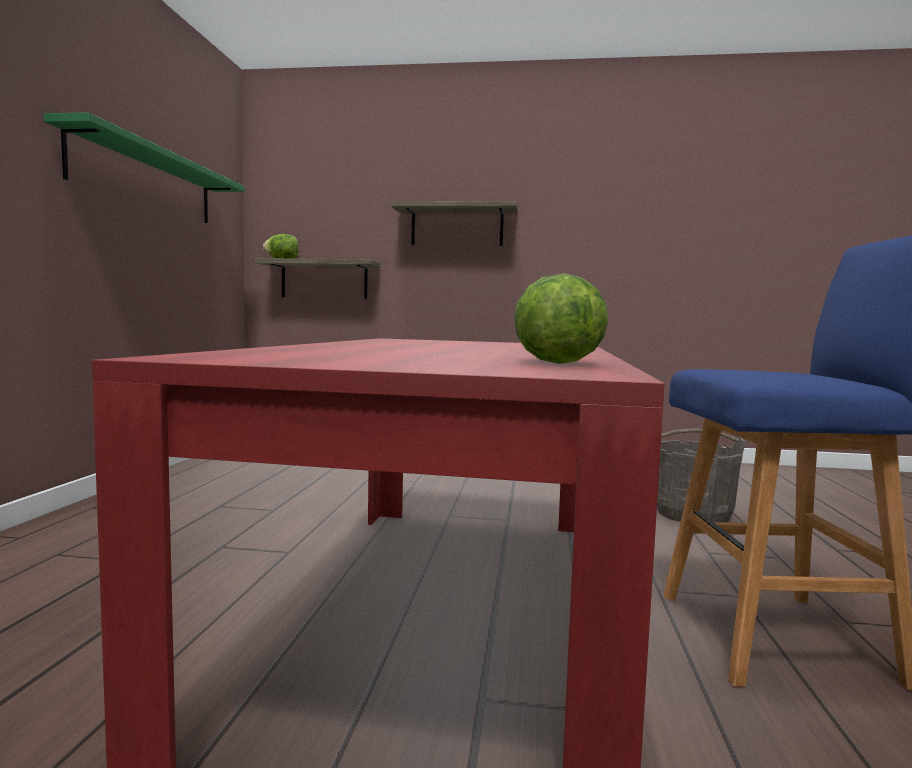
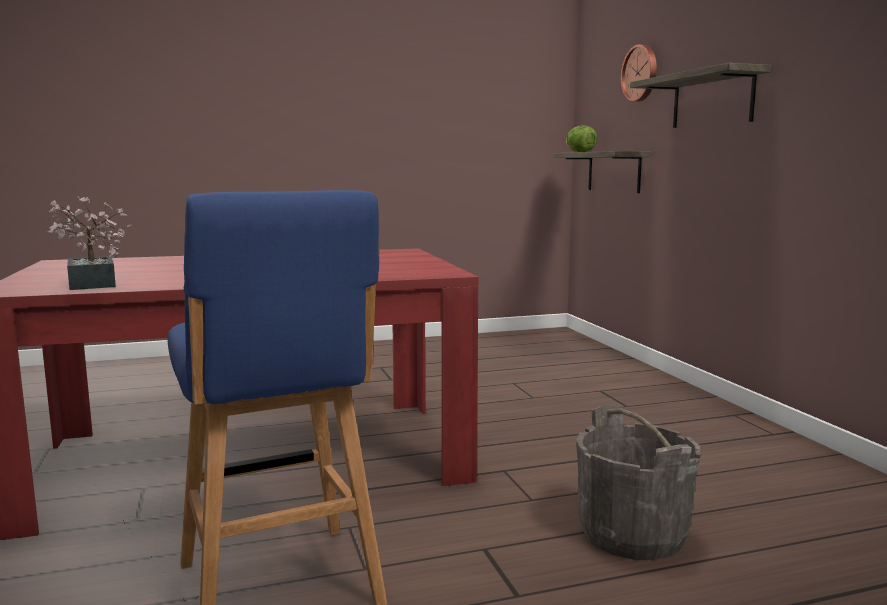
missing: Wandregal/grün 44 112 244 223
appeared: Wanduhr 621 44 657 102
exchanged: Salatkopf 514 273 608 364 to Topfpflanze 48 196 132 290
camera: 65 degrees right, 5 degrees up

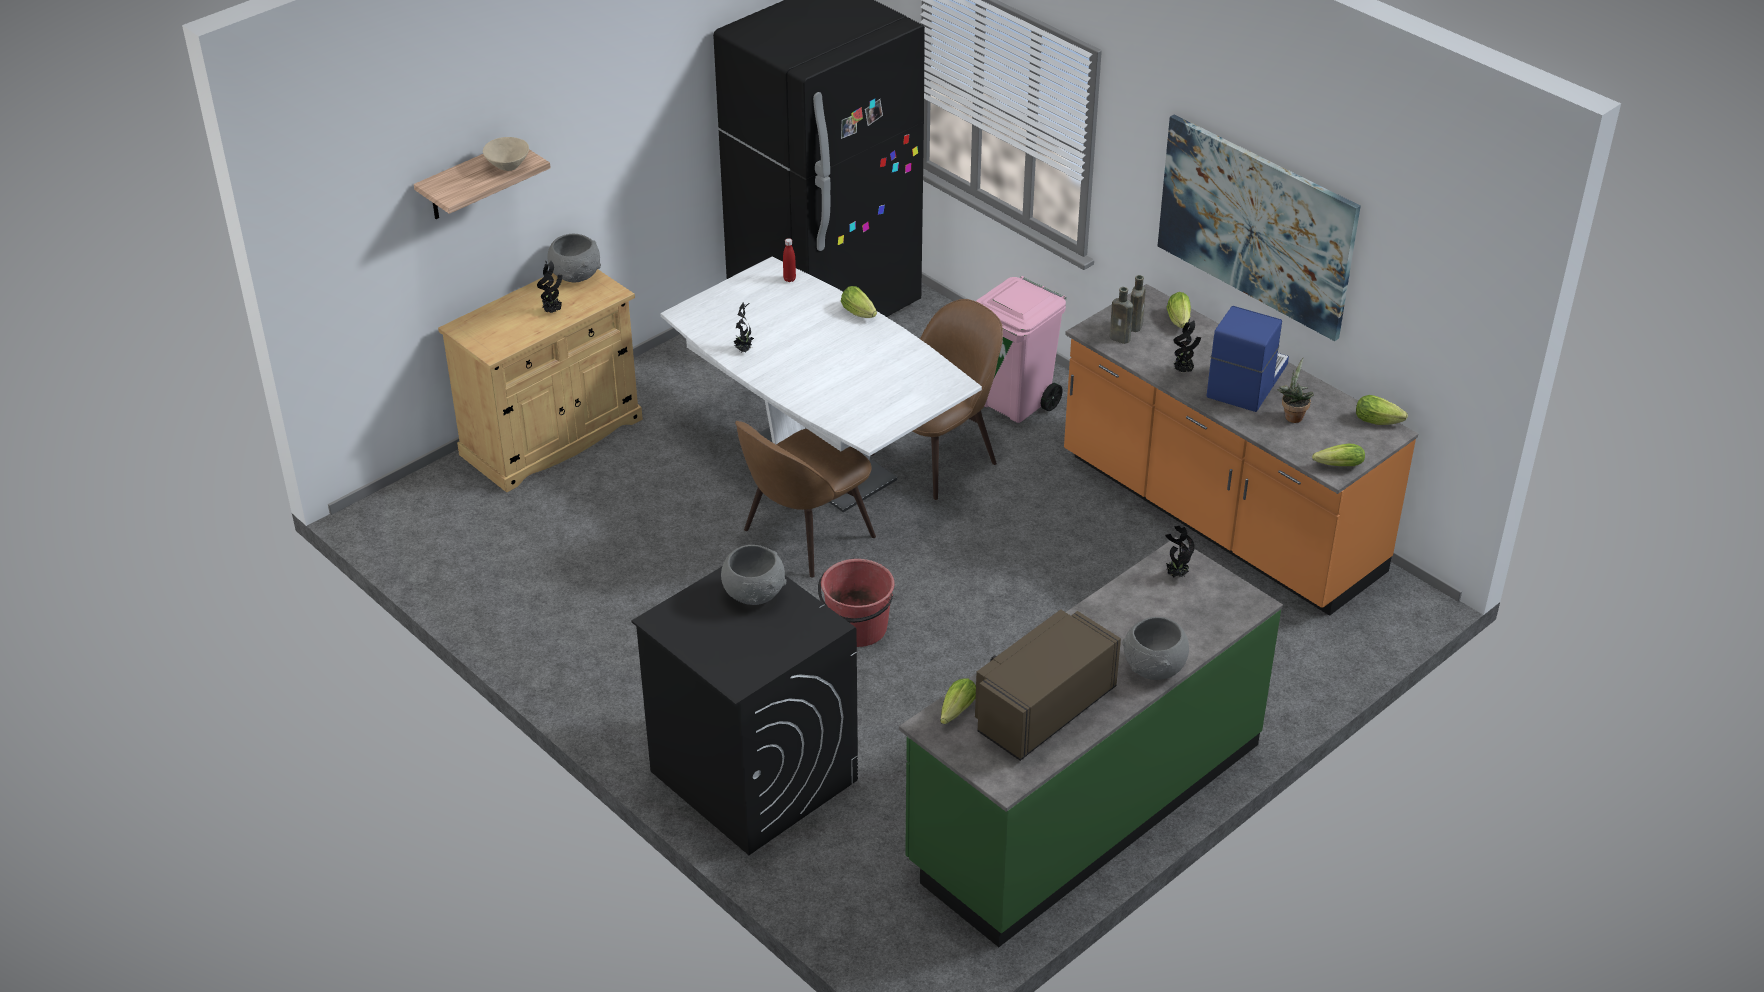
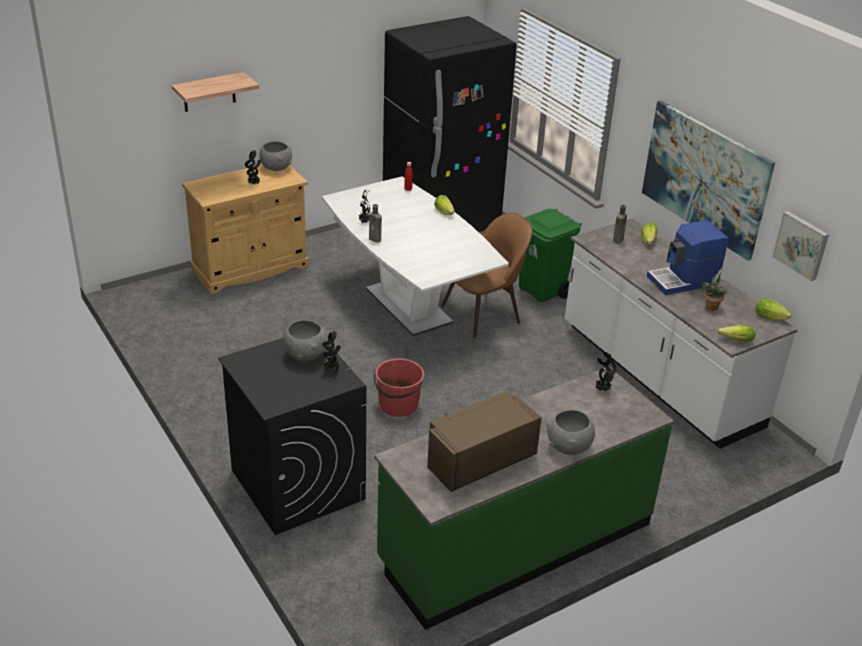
missing: Schüssel/beige 483 137 529 171; Stuhl/braun 735 421 876 578; Salatkopf 940 678 976 724
appeared: Bild 772 211 829 281
relocated: Flasche/braun 1110 287 1133 344 to 369 204 382 243; Topfpflanze 1173 319 1201 372 to 322 330 341 373
colour: Mülleimer/rosa 976 276 1067 423 to Mülleimer/grün 519 209 582 302; Küchenzeile/orange 1064 284 1418 616 to Küchenzeile/weiß 565 218 798 449
spun: Kaffeemaschine 1207 306 1289 412 = 647 220 728 295 150 degrees counterclockwise
camera: 10 degrees right, 5 degrees down

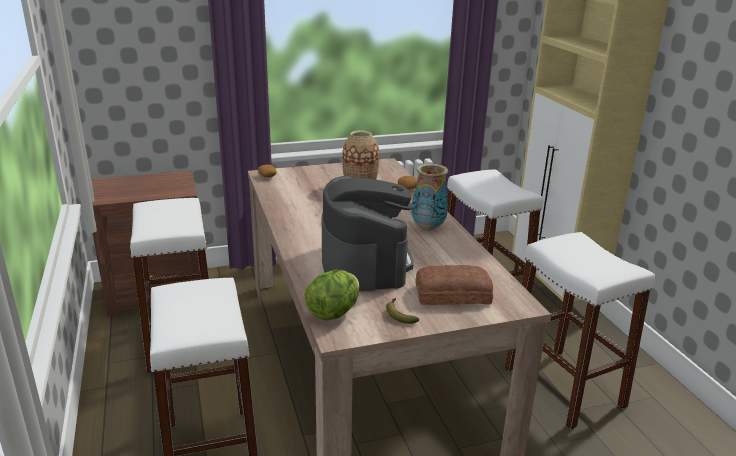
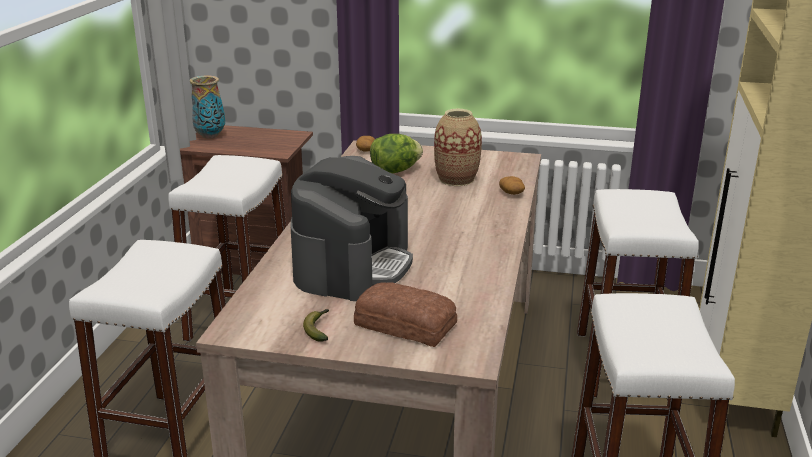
relocated: Vase 412 164 448 231 to 190 75 225 139; Salatkopf 304 270 359 321 to 370 134 423 174
camera: 30 degrees right, 0 degrees up

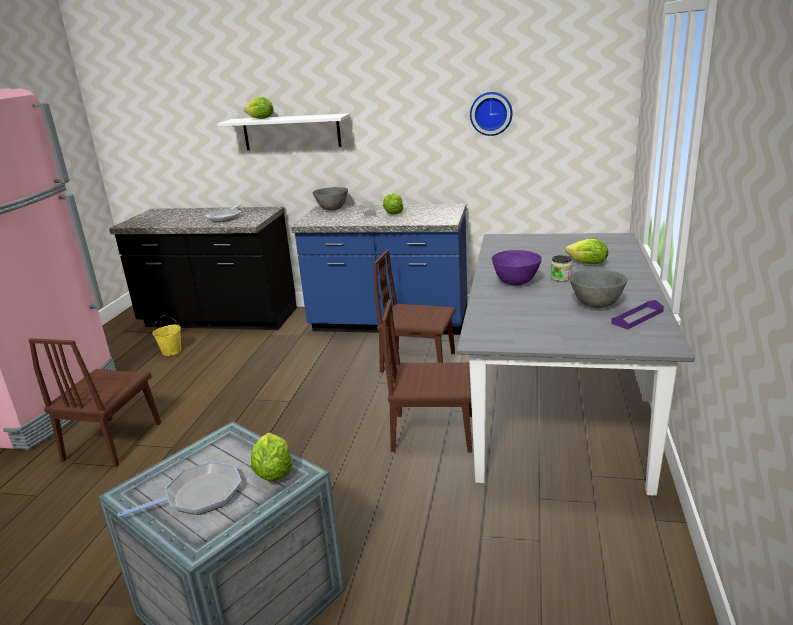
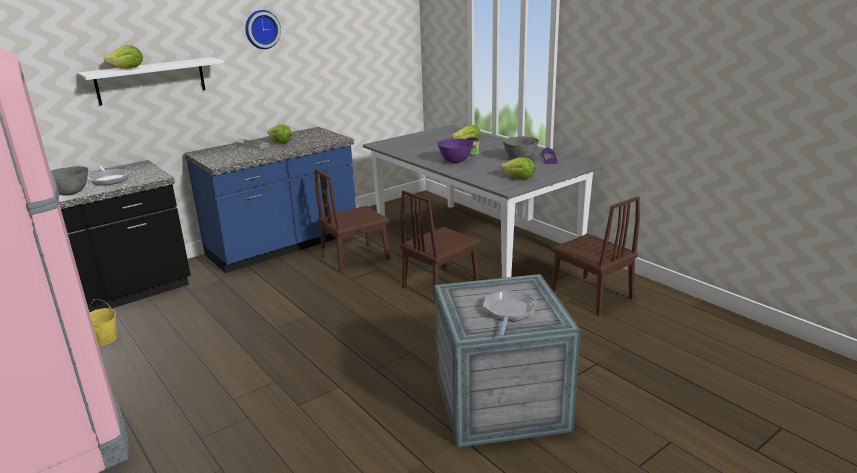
relocated: Wanduhr 470 92 513 136 to 245 10 281 49; Schüssel/grau 313 187 348 211 to 51 166 88 196; Stuhl/braun 28 338 161 467 to 551 196 640 316; Salatkopf 251 433 293 481 to 501 157 535 179
camera: 50 degrees left, 0 degrees up

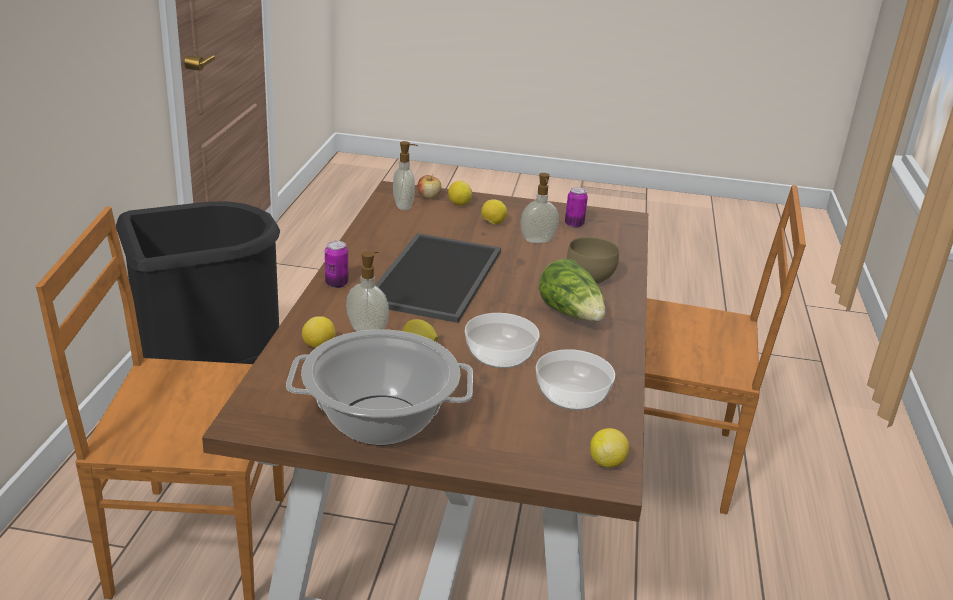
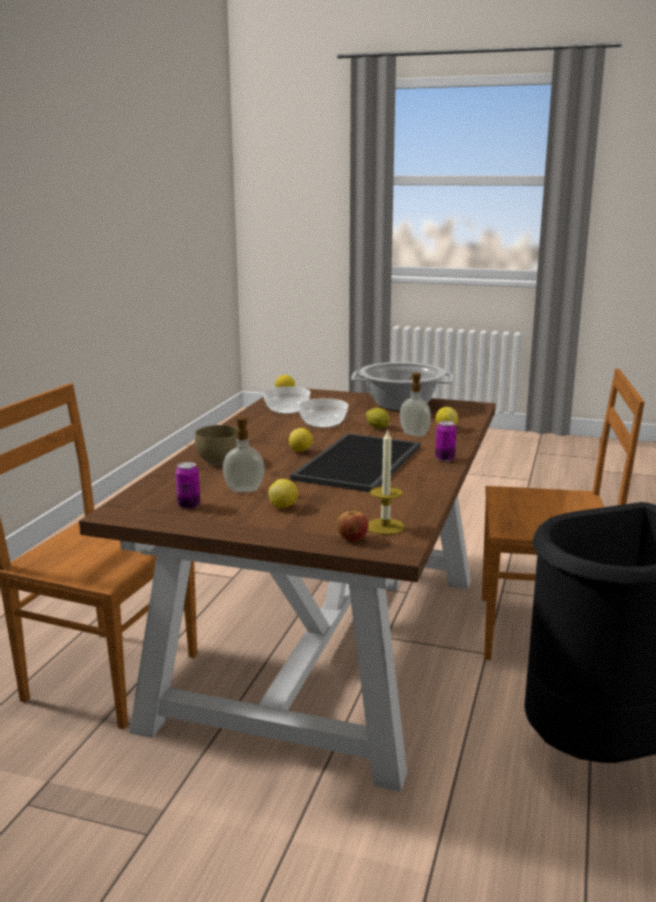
missing: Salatkopf 539 259 605 321
relocated: Zitrone 448 181 472 206 to 289 428 313 452
exchanged: Seifenspender 393 141 418 210 to Kerze 368 429 404 535
camera: 170 degrees left, 10 degrees down

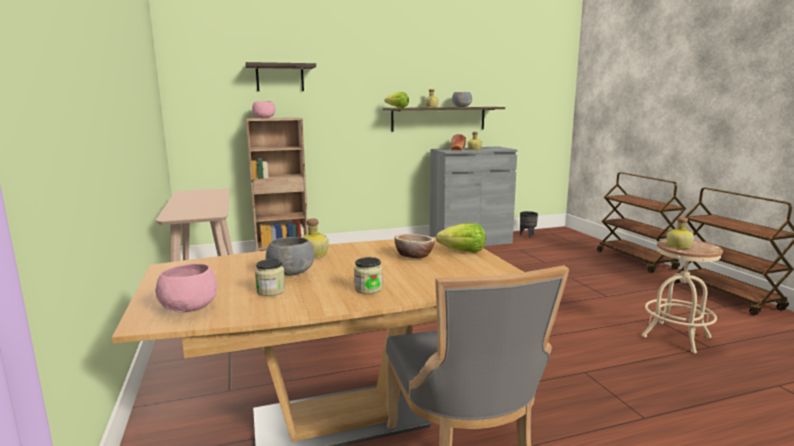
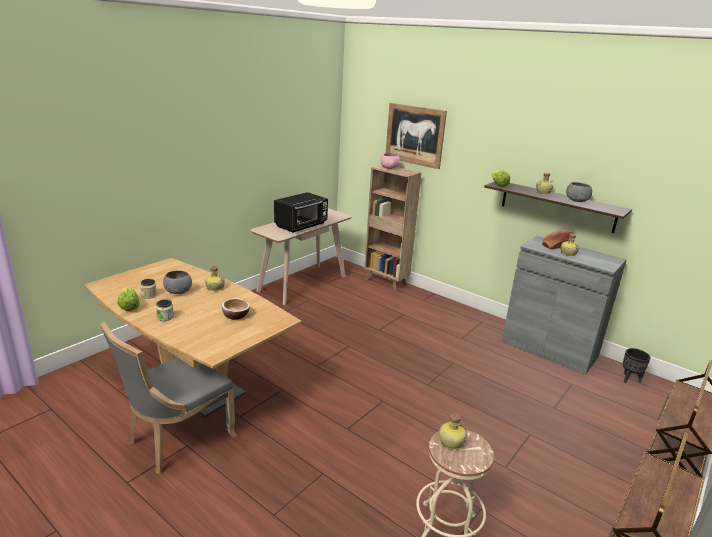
missing: Schüssel/rosa 155 264 217 312
appeared: Mikrowelle/schwarz 274 192 328 233
relocated: Salatkopf 436 223 485 253 to 117 287 140 311
exchanged: Wandregal 245 62 316 91 to Bild 386 103 447 169
camera: 55 degrees right, 10 degrees up

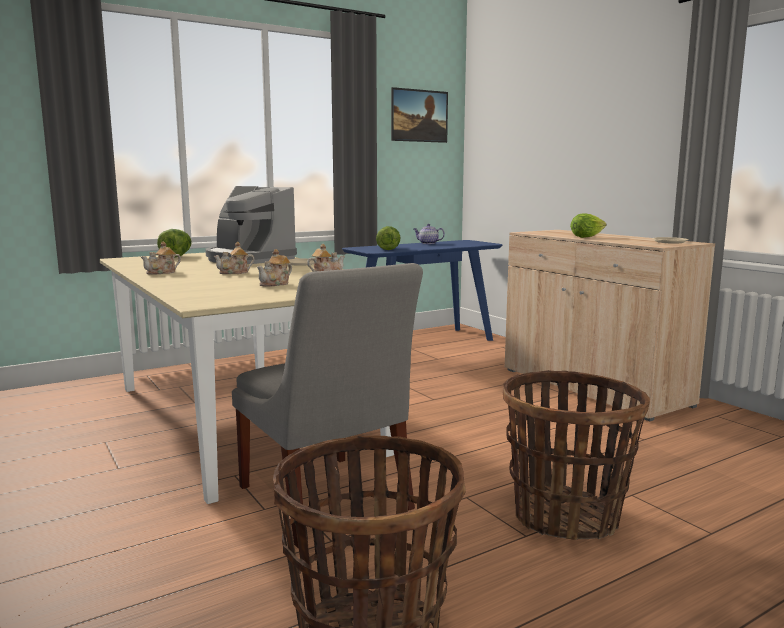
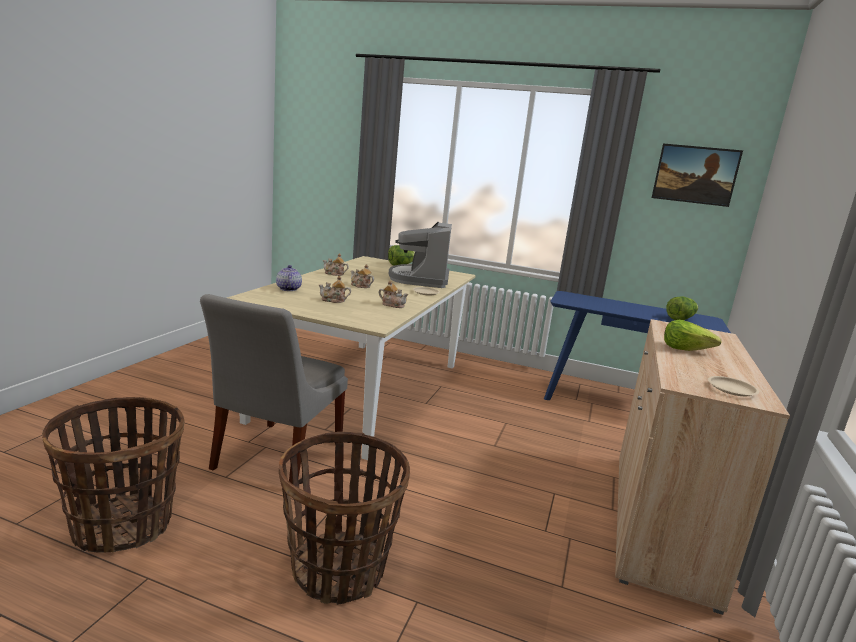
relocated: Teekanne 414 224 445 244 to 276 265 302 291; Salatkopf 376 226 400 250 to 666 296 698 320
camera: 50 degrees right, 5 degrees up

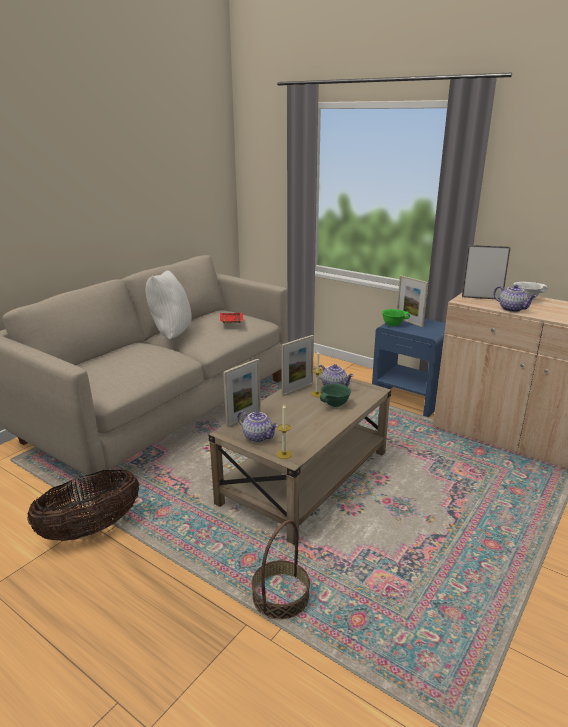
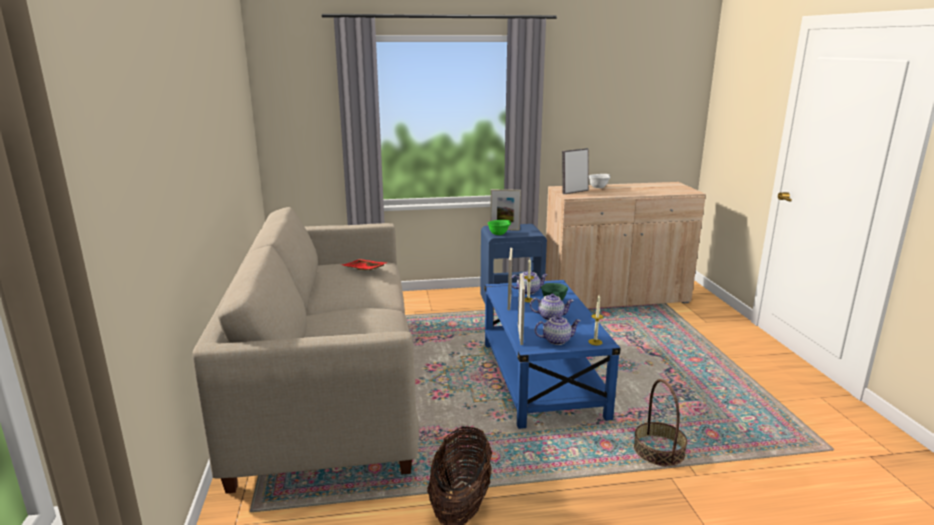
missing: Kissen/weiß 145 270 192 339
relocated: Teekanne 493 285 537 312 to 530 294 574 320
colour: Couchtisch/beige 208 368 391 545 to Couchtisch/blau 484 280 621 429
camera: 45 degrees left, 5 degrees down

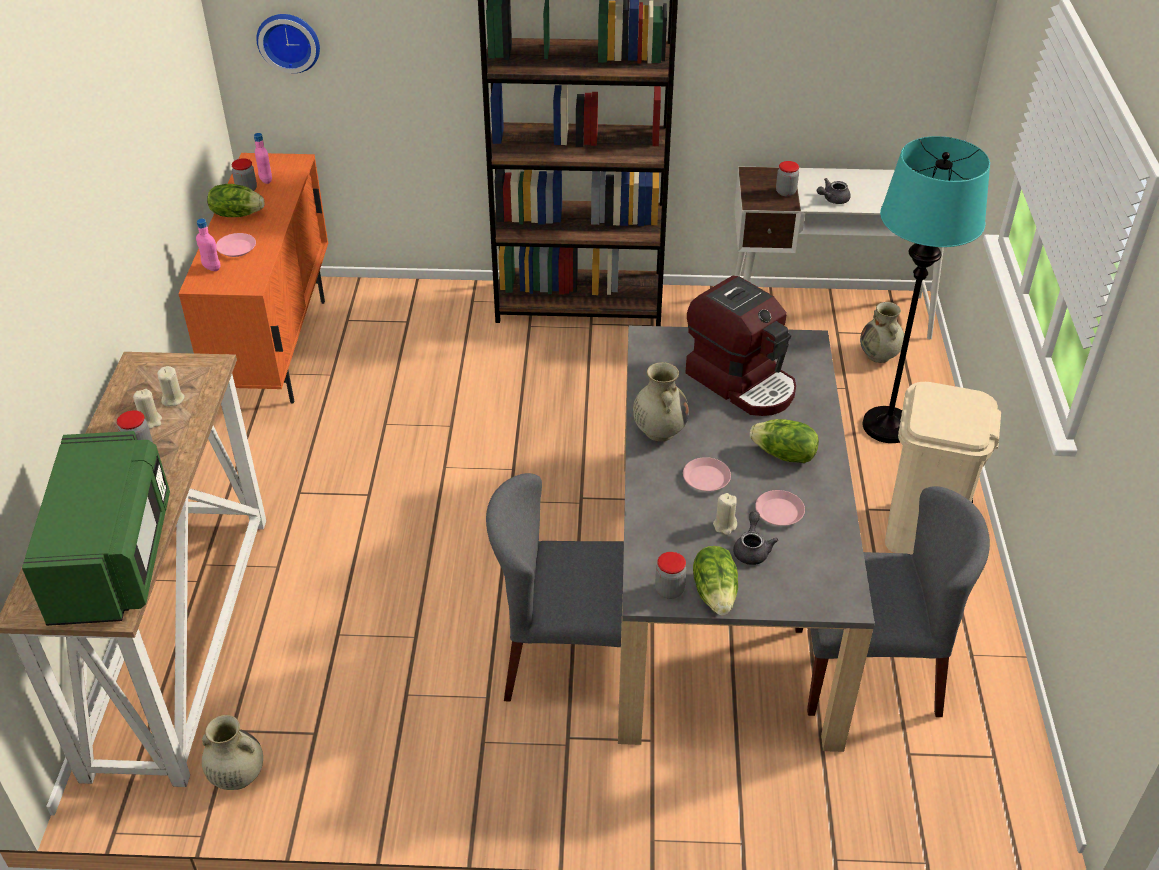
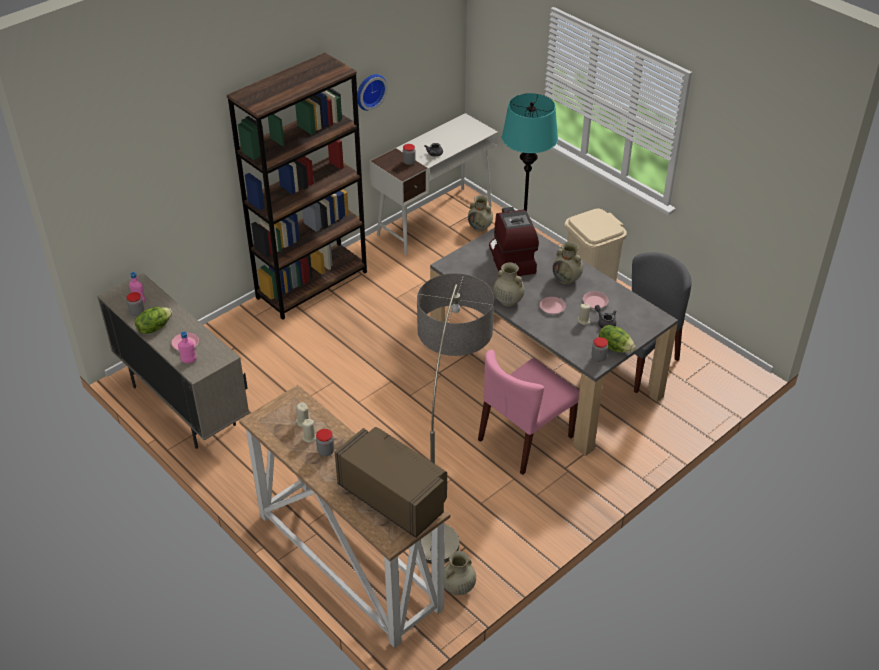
appeared: Stehlampe 417 273 494 564
relocated: Wanduhr 256 14 320 73 to 357 74 388 111
exchanged: Salatkopf 750 419 819 463 to Vase/beige 552 241 583 285
colour: Schrank/orange 178 153 328 404 to Schrank/beige 97 273 249 449; Mikrowelle/grün 22 431 170 626 to Mikrowelle/braun 335 427 447 538; Stuhl/grau 486 473 624 701 to Stuhl/rosa 478 350 579 475
spun: Kaffeemaschine 685 276 796 416 = 489 207 539 276 105 degrees counterclockwise
camera: 45 degrees left, 0 degrees up

